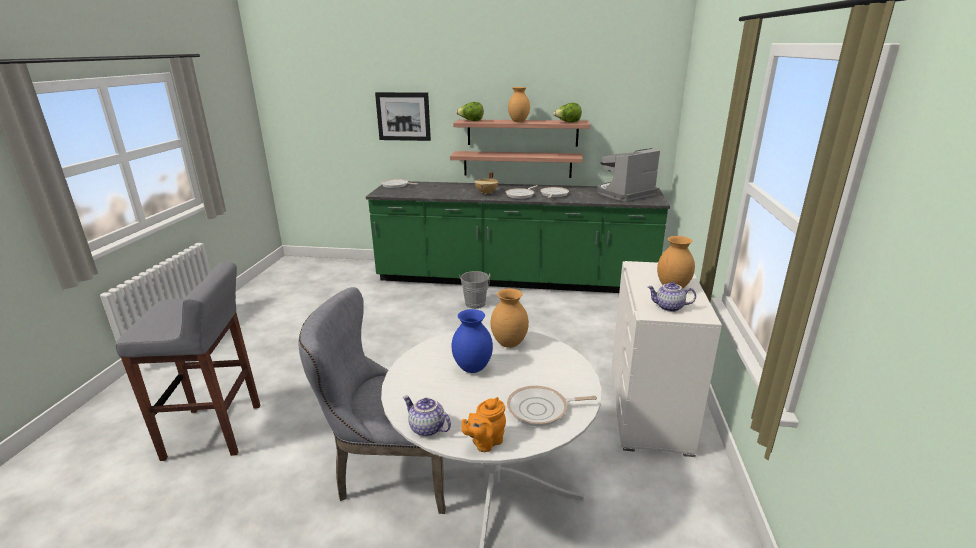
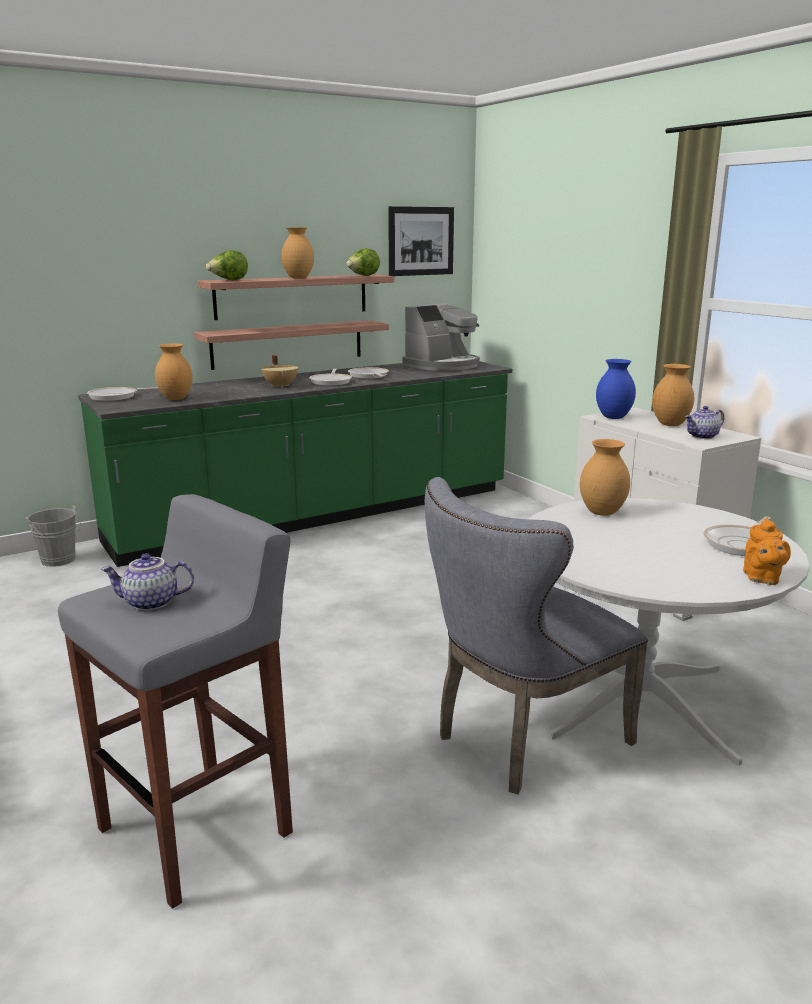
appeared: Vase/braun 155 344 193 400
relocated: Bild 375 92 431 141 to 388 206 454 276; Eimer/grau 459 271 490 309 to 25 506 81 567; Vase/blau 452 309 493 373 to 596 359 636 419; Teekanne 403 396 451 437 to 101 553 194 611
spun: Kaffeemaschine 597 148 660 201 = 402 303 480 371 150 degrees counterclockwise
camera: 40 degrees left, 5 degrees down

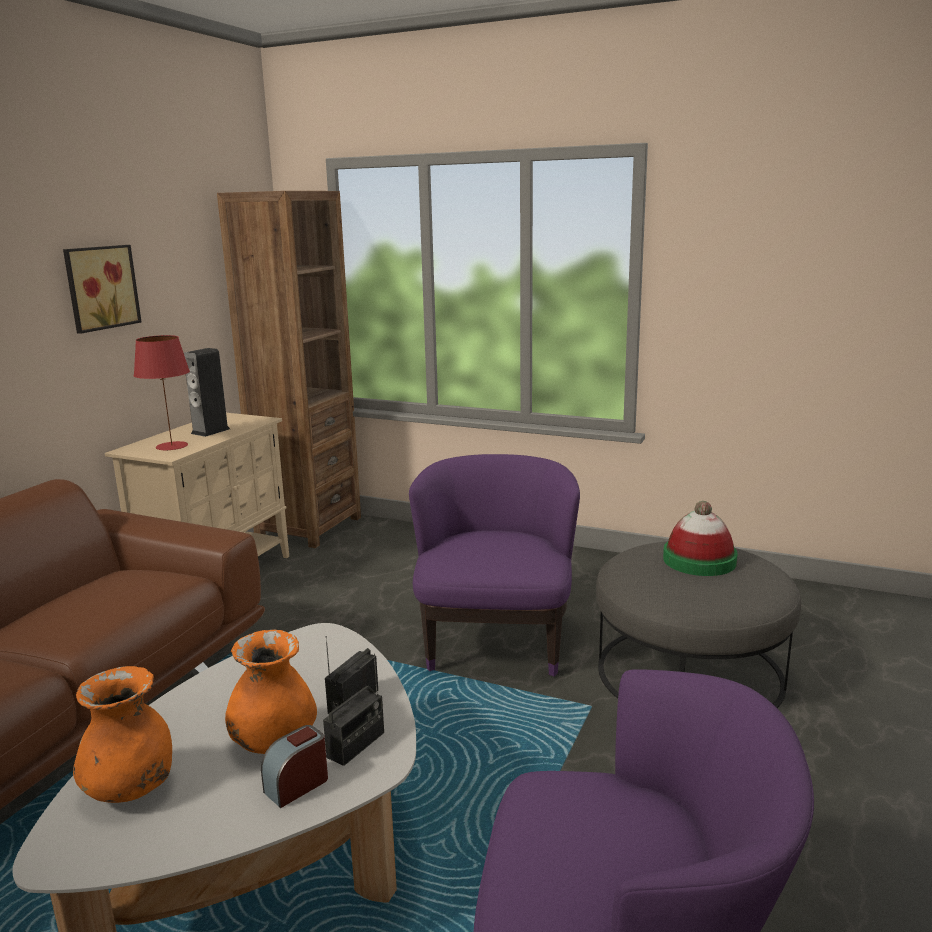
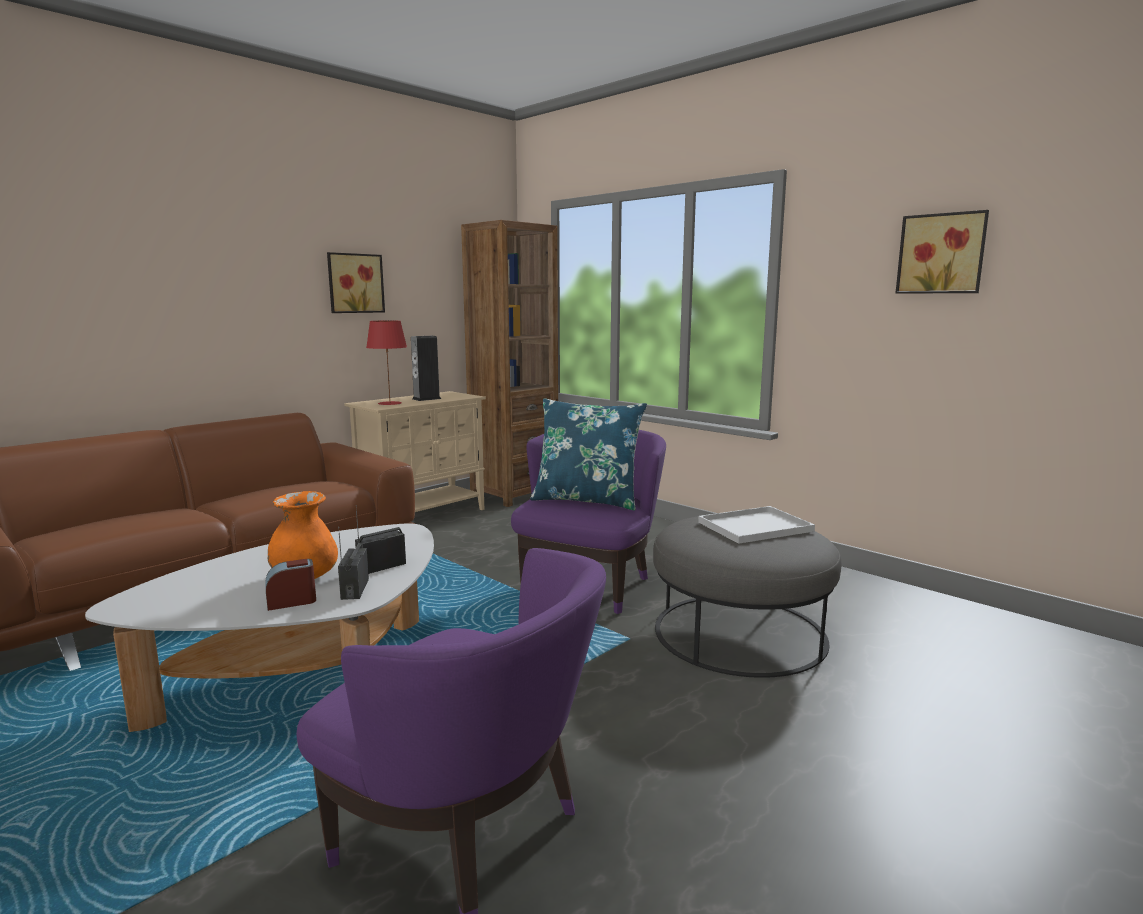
missing: Vase/orange 73 666 172 803
appeared: Bild 896 210 989 294; Kissen/blau 530 398 647 510
exchanged: Hut 663 501 738 576 to Tablett/weiß 698 506 815 544
spun: Radio 323 653 384 766 = 338 527 369 600 120 degrees clockwise
camera: 20 degrees right, 5 degrees down

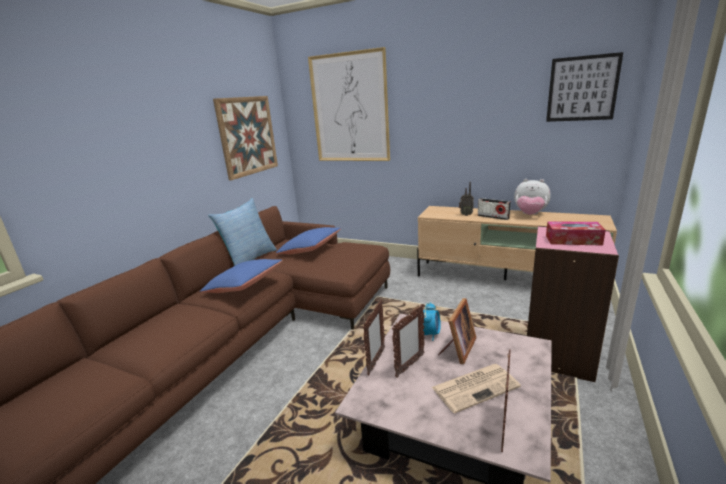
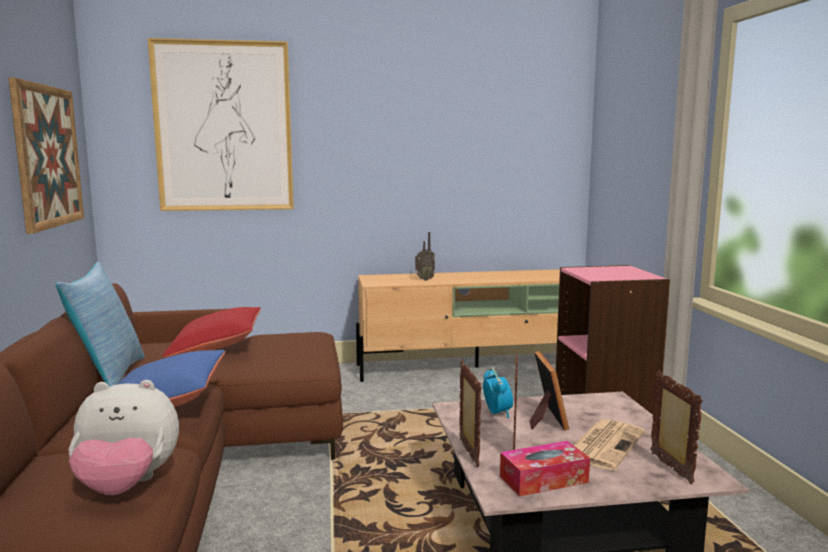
missing: Bild 546 52 623 122; Radio 478 198 511 220
relocated: Plüschtier 514 179 551 215 to 69 380 179 495; Taschentuchbox 546 221 606 246 to 500 441 590 497
colour: Kissen/blau 276 227 341 254 to Kissen/rot 162 307 261 358
camera: 35 degrees left, 10 degrees down

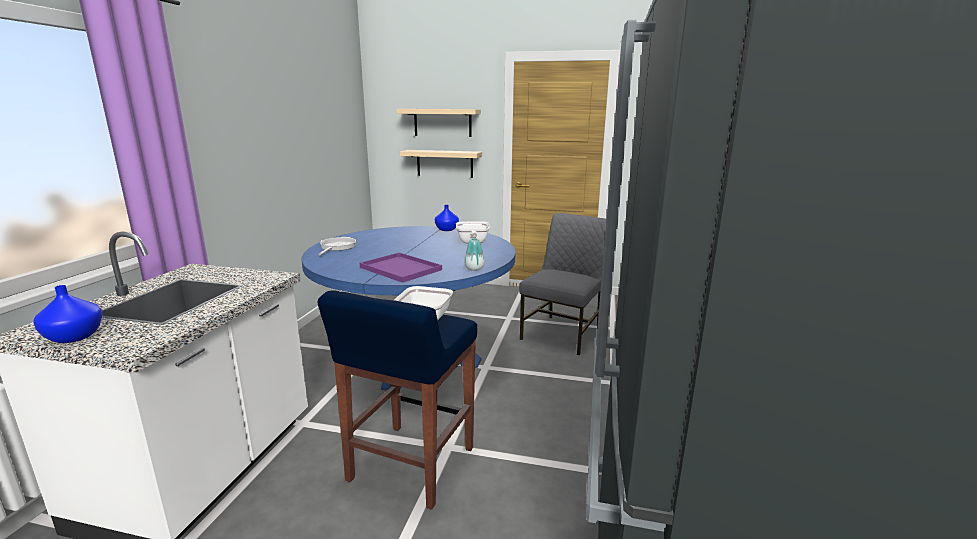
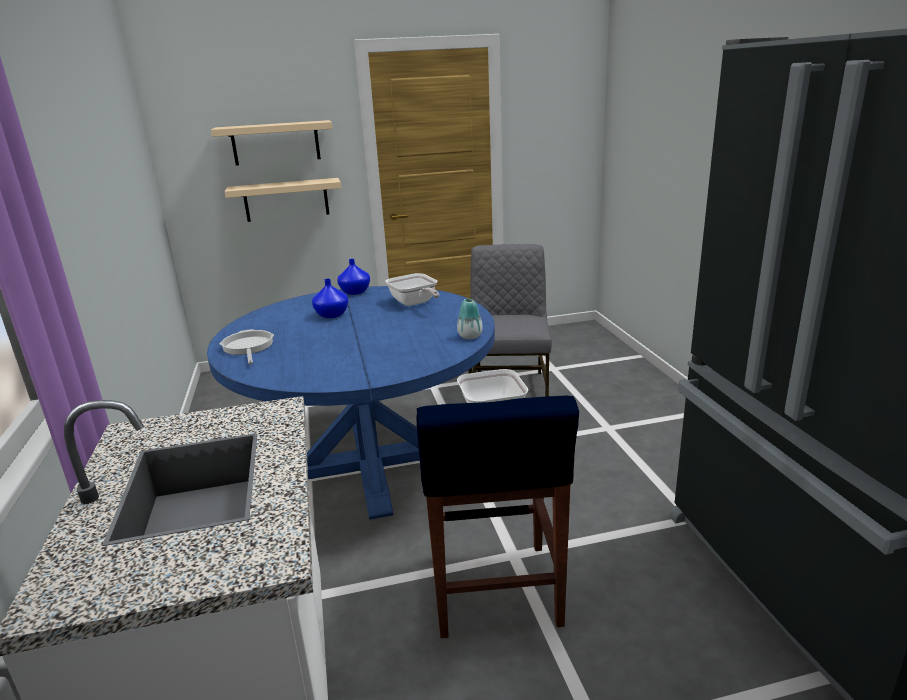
missing: Tablett/lila 360 253 442 283
relocated: Vase/blau 33 285 103 343 to 312 279 348 318
camera: 25 degrees left, 5 degrees up

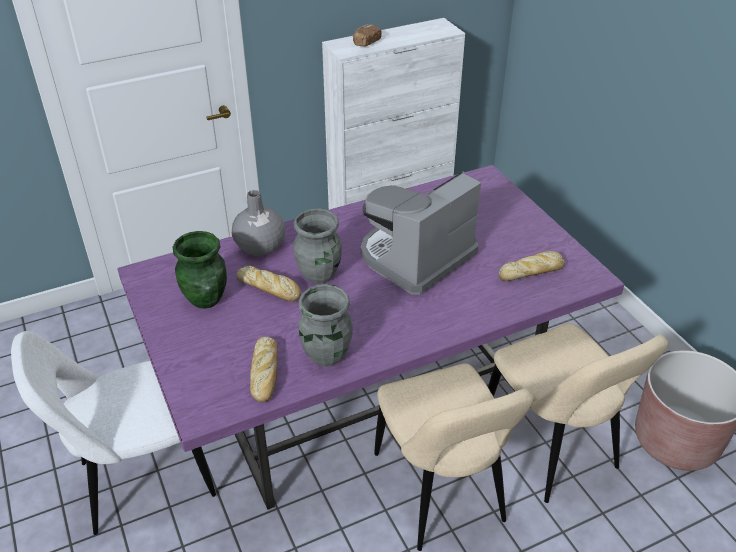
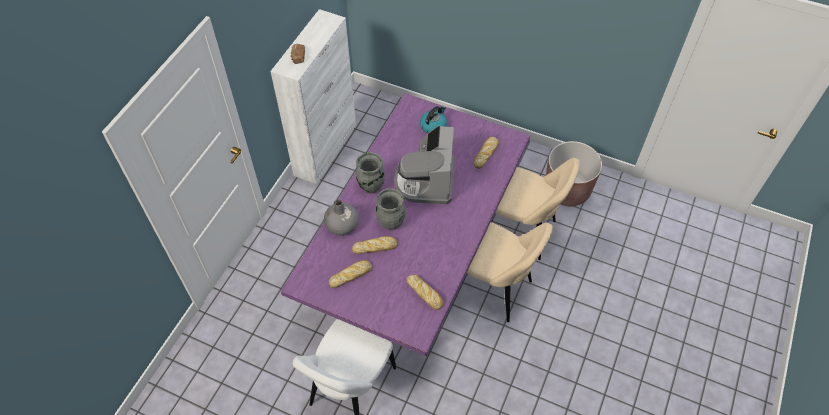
appeared: Wasserkessel 420 106 447 134
relocated: Vase/grau 298 284 353 367 to 356 152 385 193
exchanged: Vase/grün 173 231 227 309 to Brot 329 260 372 288
camera: 40 degrees left, 15 degrees up

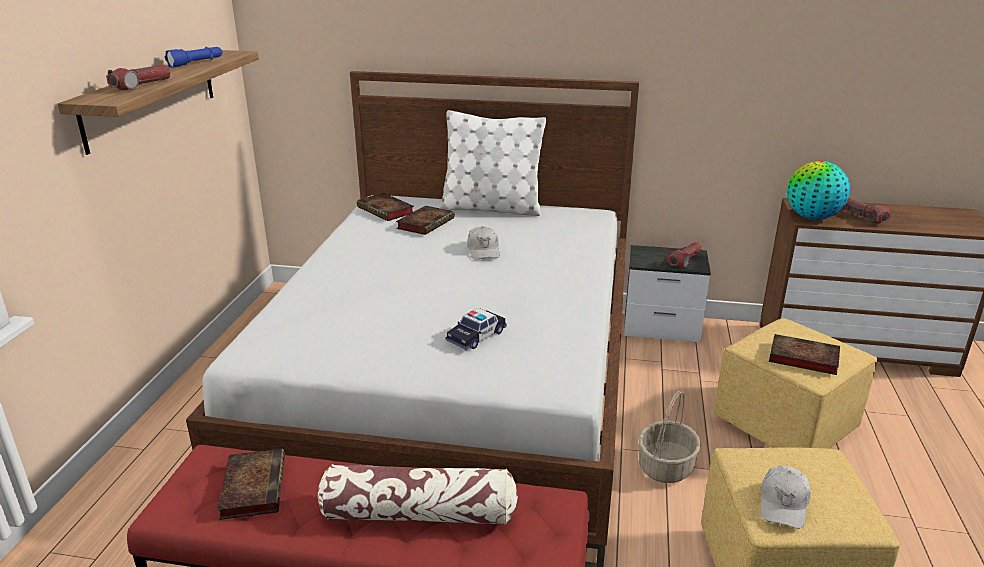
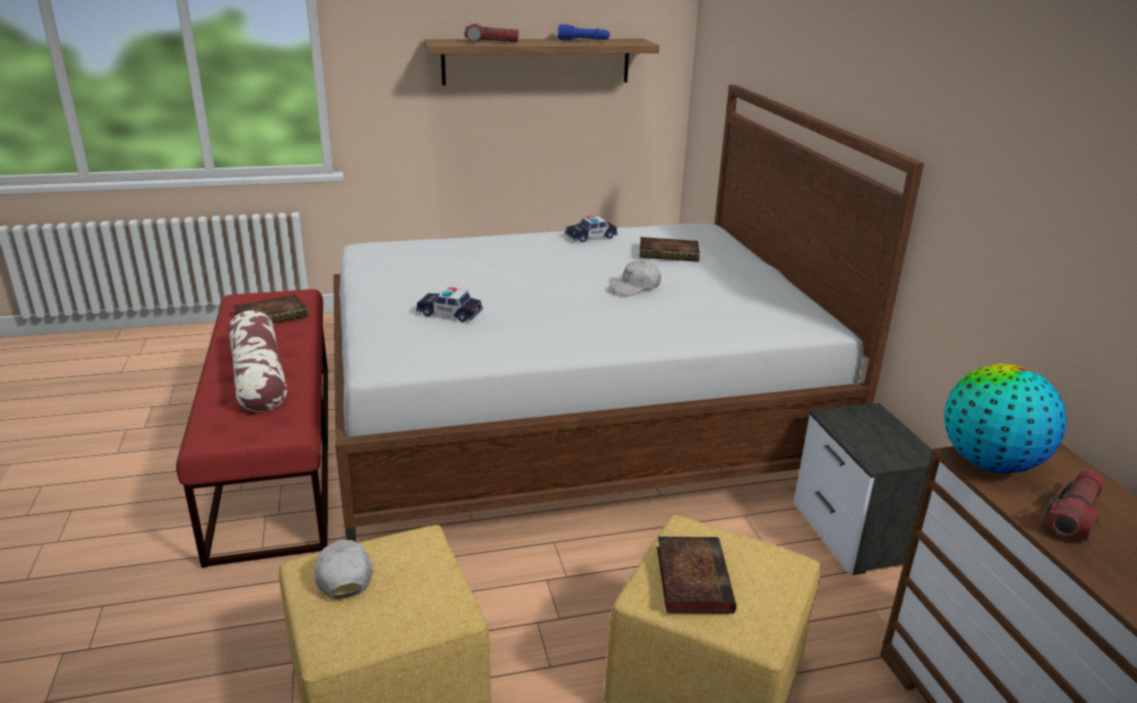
missing: Kissen/weiß 440 110 546 216; Buch 357 193 414 221; Taschenlampe 667 242 702 268; Korb 639 391 701 483
appeared: Spielzeugauto 565 216 618 242
spun: Kappe/weiß 760 466 811 529 = 315 540 373 599 75 degrees clockwise
camera: 65 degrees right, 0 degrees up

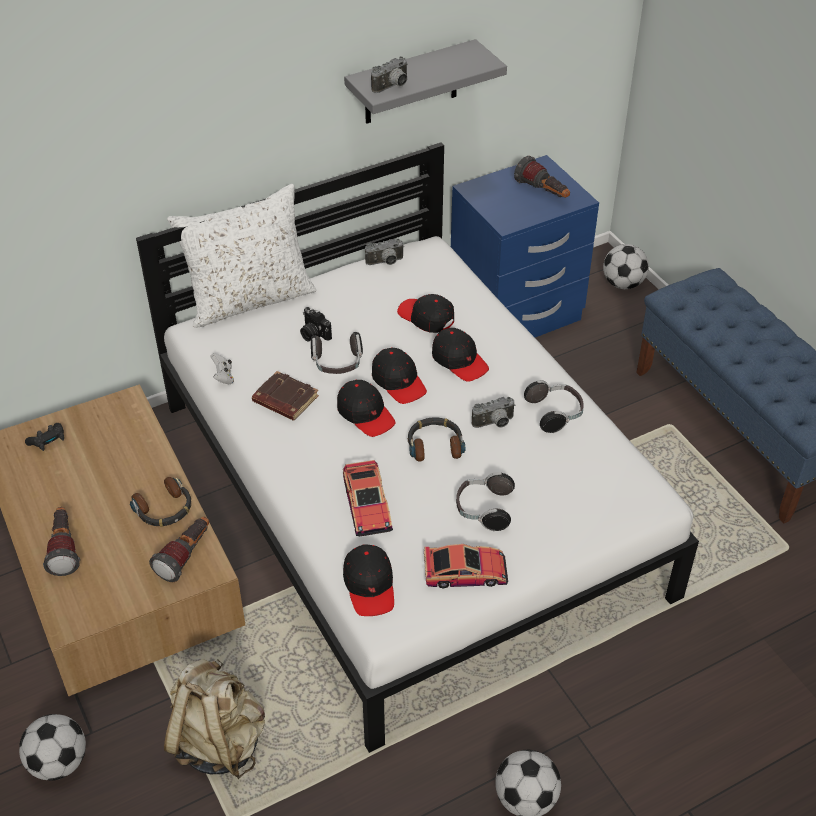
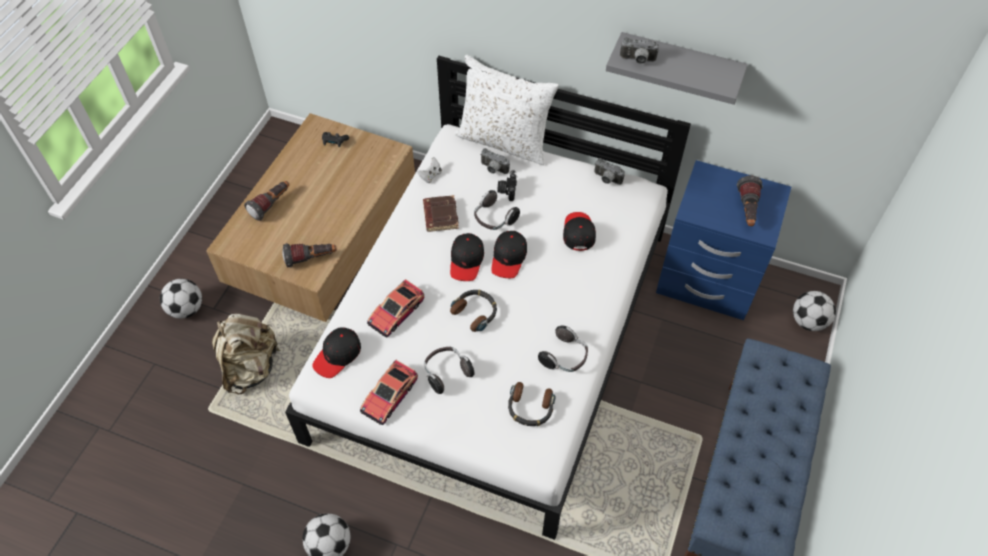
missing: Kappe/schwarz 432 328 489 382
relocated: Kamera 472 397 515 428 to 480 148 510 174; Kopfhörer 130 477 191 527 to 508 382 556 426
spun: Spielzeugauto 424 544 508 589 = 360 360 418 425 75 degrees clockwise
camera: 50 degrees right, 10 degrees up

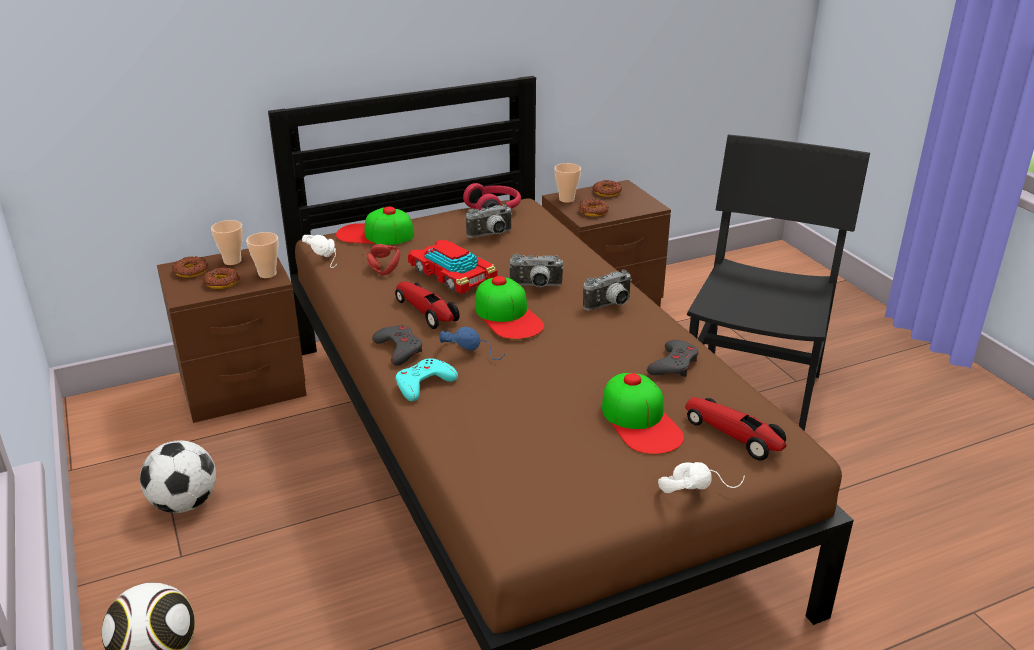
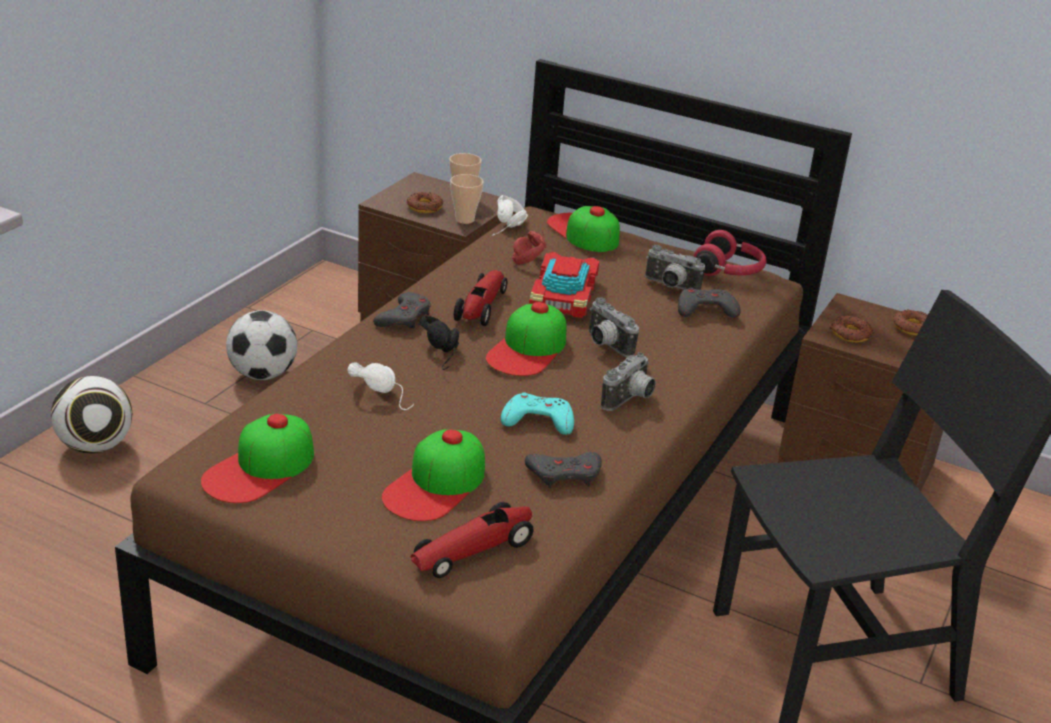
missing: Tasse 554 163 581 203; Donut 172 256 208 278
appeared: Gamepad/grau 678 287 741 318; Kappe 201 414 314 503
relocated: Gamepad/türkis 396 358 458 401 to 501 392 574 435; Kopfhörer/weiß 658 462 745 493 to 348 362 414 410
colour: Kopfhörer/blau 439 327 506 360 to Kopfhörer/schwarz 419 316 459 370
spun: Kamera 583 270 632 310 = 601 352 656 411 75 degrees counterclockwise; Spielzeugauto 685 397 786 461 = 410 502 534 578 135 degrees counterclockwise
camera: 50 degrees right, 0 degrees up

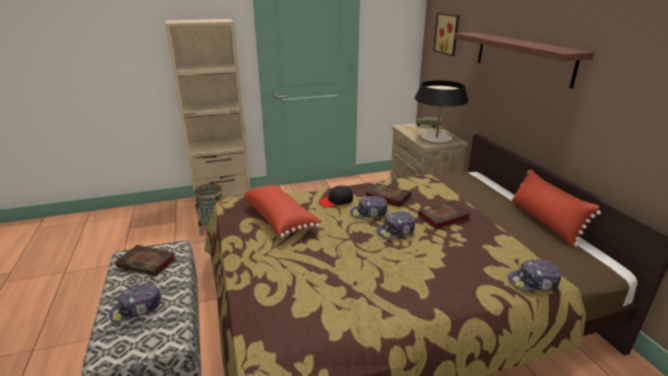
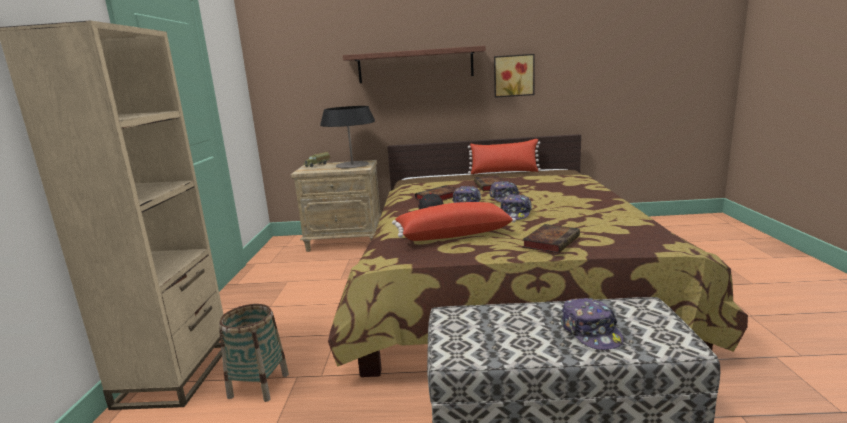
relocated: Bild 433 13 459 56 to 494 54 535 98; Buch 115 245 176 276 to 522 224 580 253; Kappe 508 259 561 291 to 501 194 532 220
camera: 70 degrees left, 10 degrees down

